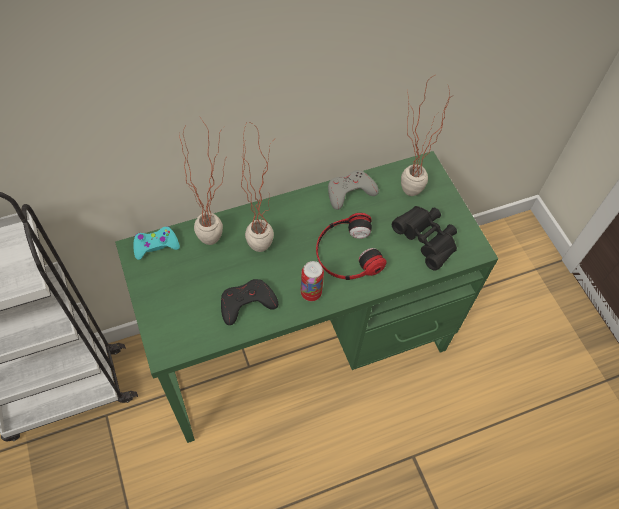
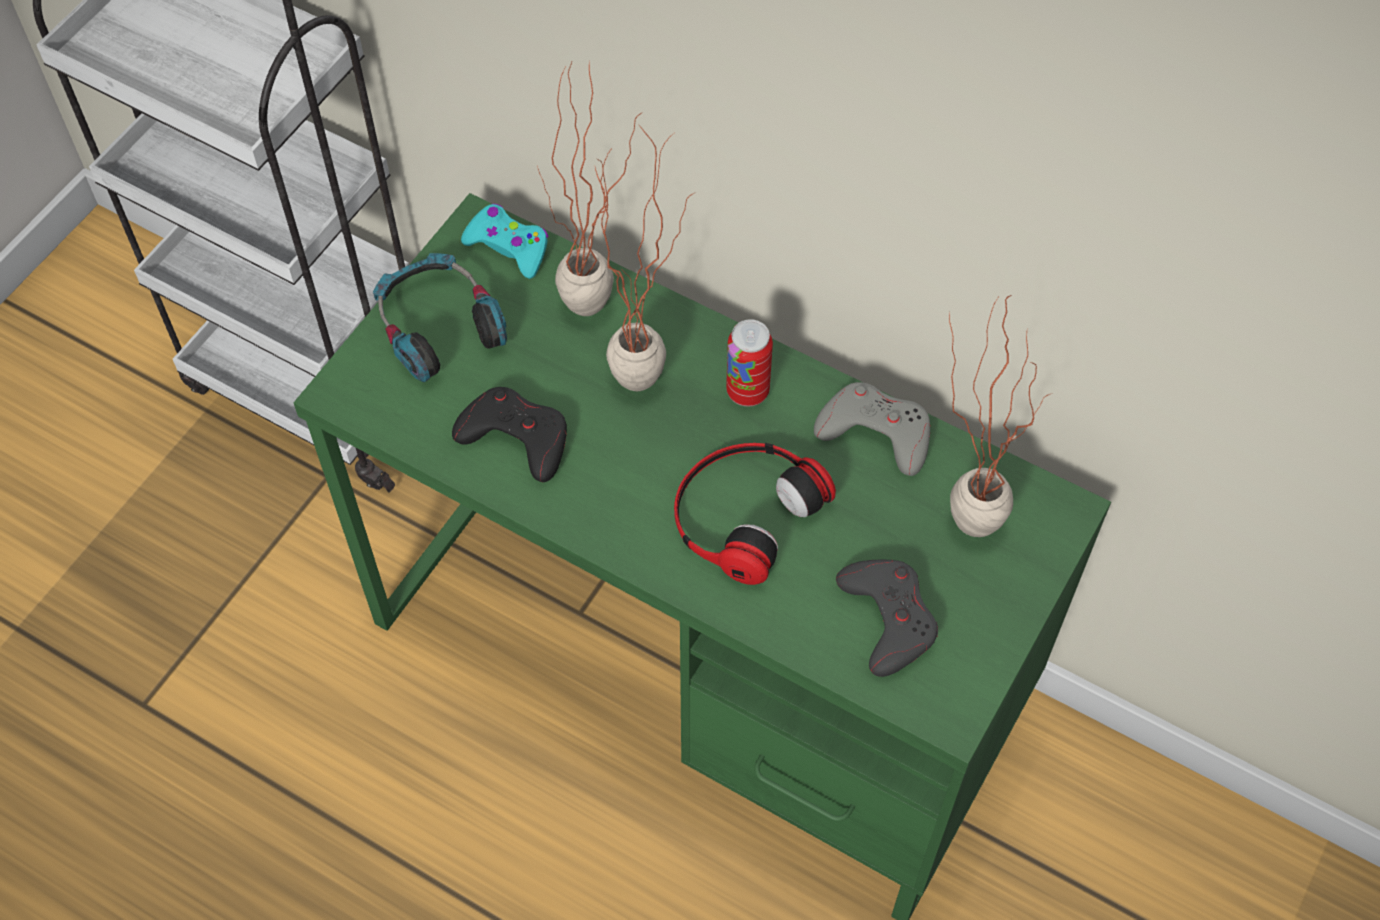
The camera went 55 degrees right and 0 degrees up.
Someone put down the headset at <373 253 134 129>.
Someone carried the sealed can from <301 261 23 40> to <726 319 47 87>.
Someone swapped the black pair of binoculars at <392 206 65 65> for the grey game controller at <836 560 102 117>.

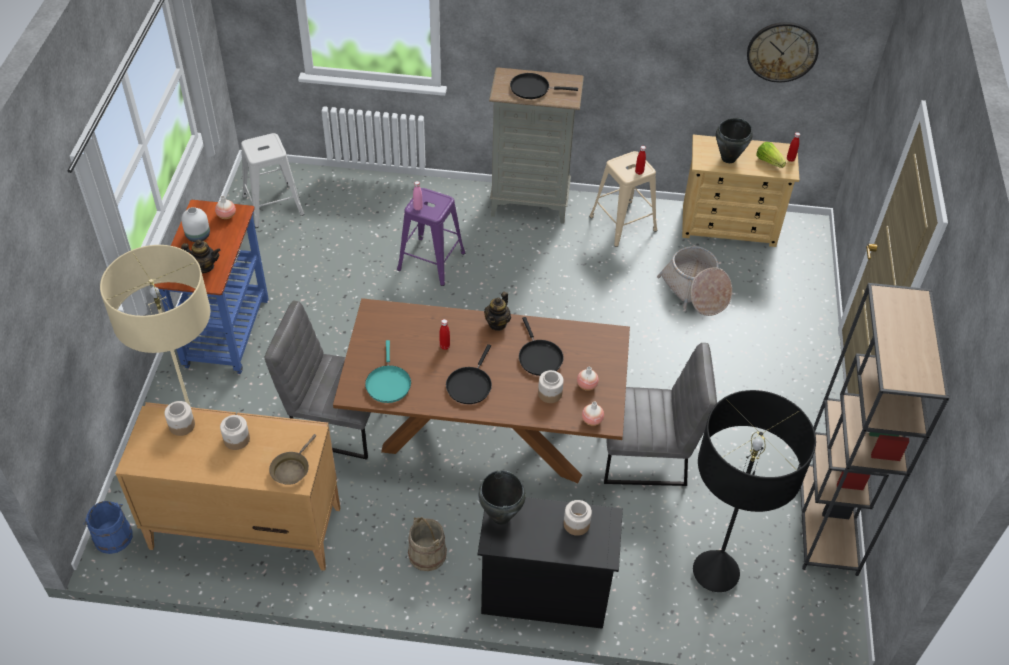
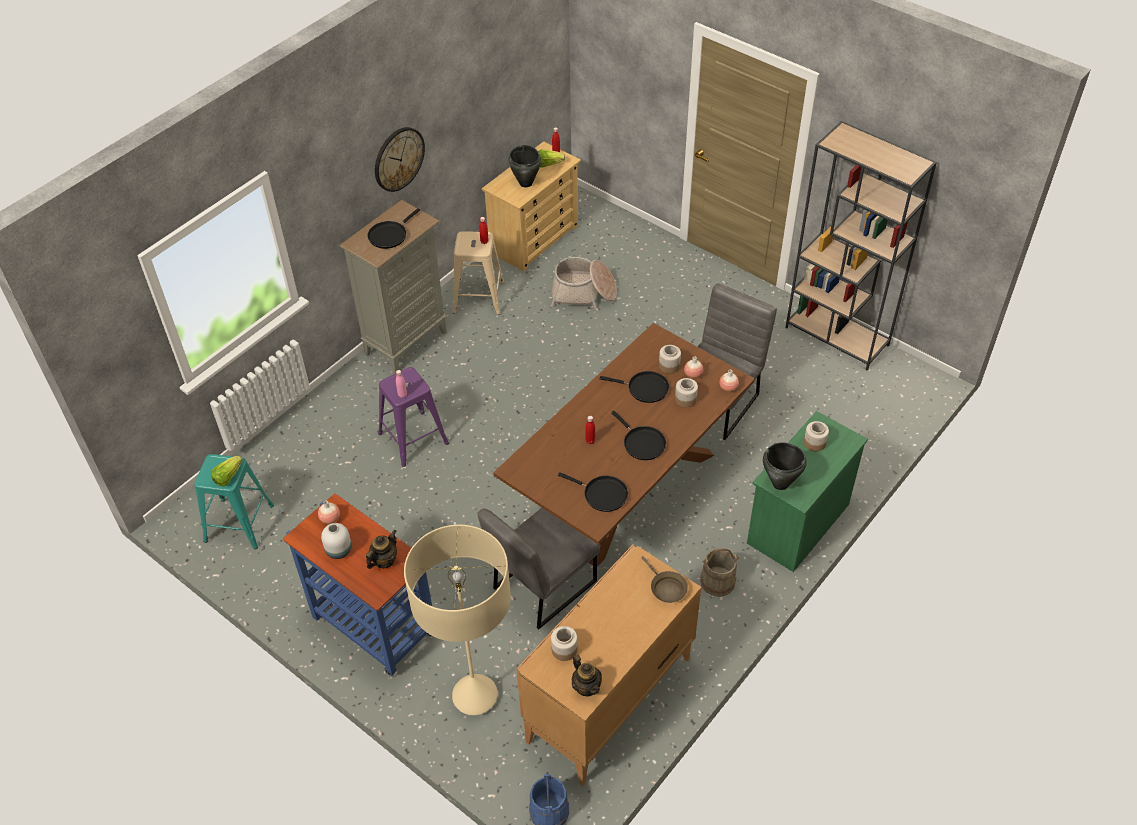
The camera went 55 degrees left and 0 degrees up.
Someone repainted the white-coloured sitting stool at <241 133 63 95>, which became the blue-green sitting stool at <194 454 80 95>.
Someone put down the lettuce head at <211 456 31 31>.
Someone carried the wall clock from <747 22 72 60> to <375 127 50 65>.
Someone repainted the blue-green frying pan at <365 340 46 63>, which became the black frying pan at <558 472 70 40>.
Someone carried the pot for tea from <484 291 27 40> to <572 654 30 42>.
Someone carried the preserve jar from <220 415 30 35> to <659 345 22 29>.
Someone repainted the black drawer chest at <478 497 145 132>, which became the green-coloured drawer chest at <747 411 121 161>.
Someone took away the black standing lamp at <693 390 123 202>.

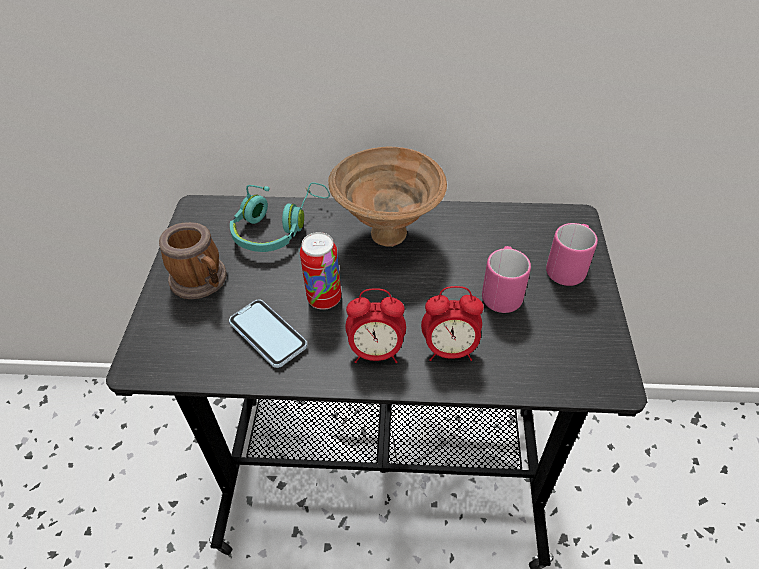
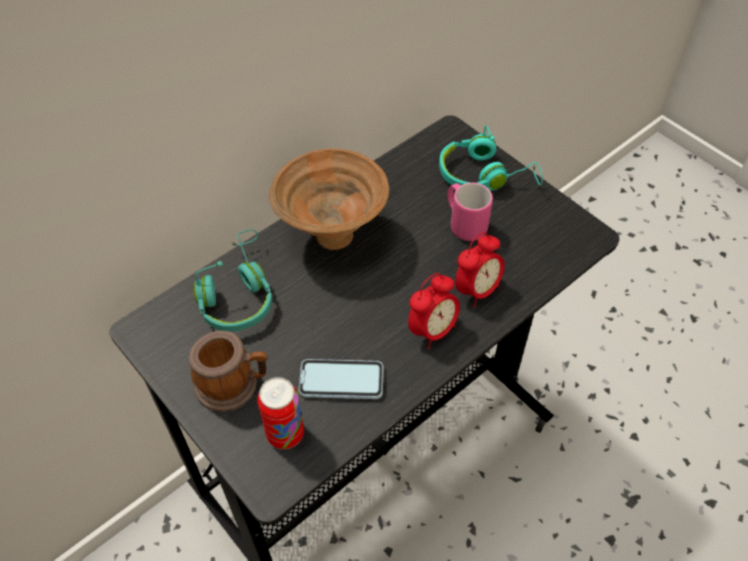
The camera went 45 degrees left and 5 degrees up.
Someone carried the sealed can from <300 232 41 78> to <257 377 47 72>.
Someone swapped the pinkish mug at <546 223 52 63> for the blue-green headset at <439 125 104 66>.

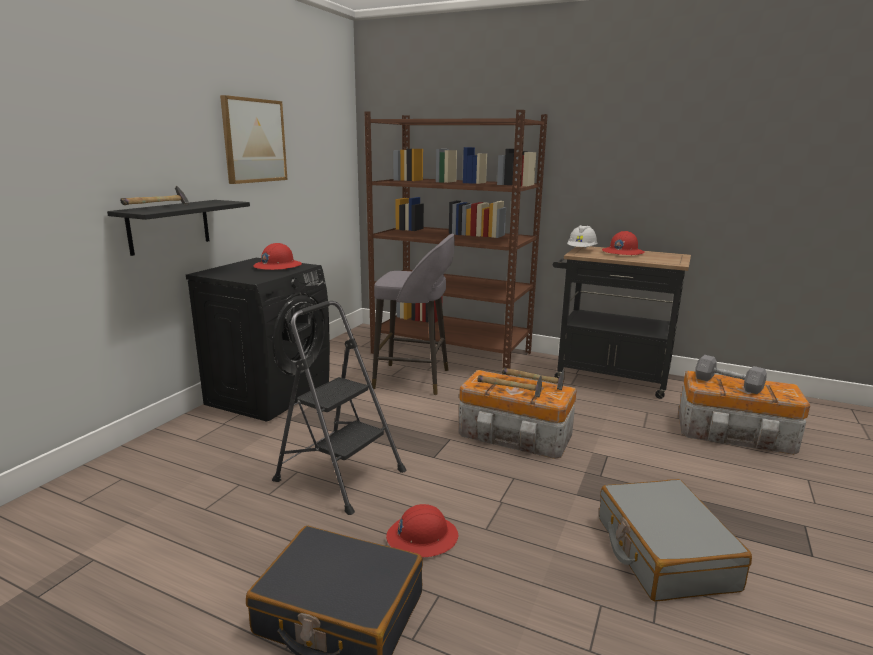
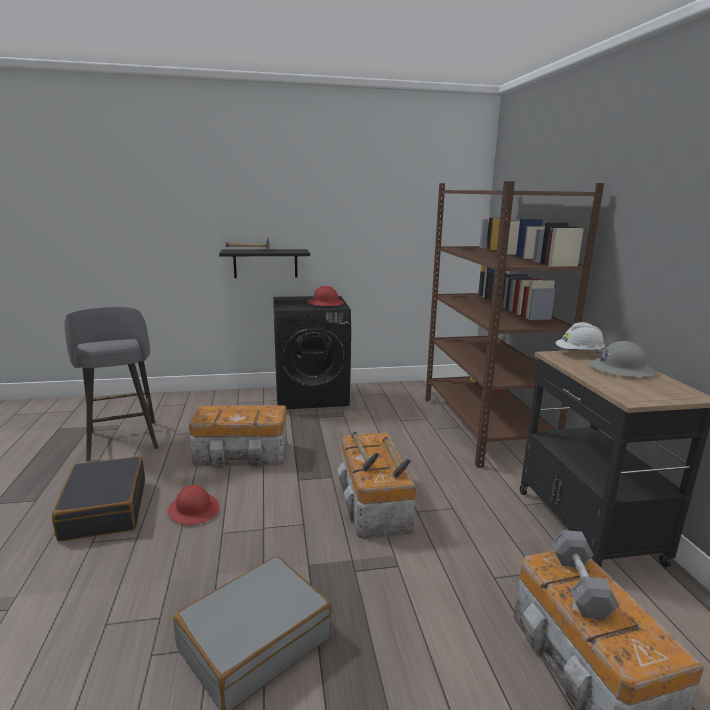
The camera went 55 degrees right and 0 degrees up.
Someone carried the grey sitting stool from <372 234 83 161> to <64 306 95 155>.
Someone swapped the black step stool at <272 301 134 214> for the storage bin at <189 405 98 61>.
Someone repainted the red-coloured safety helmet at <602 231 43 24>, which became the grey safety helmet at <589 341 67 36>.
Someone took away the wall art at <220 95 67 89>.

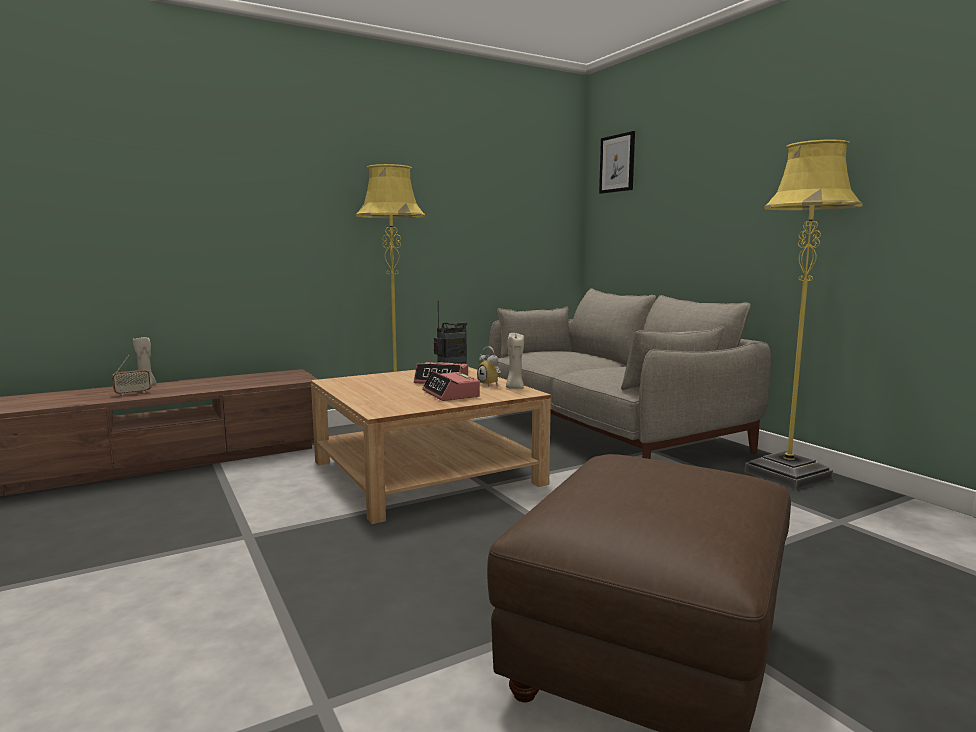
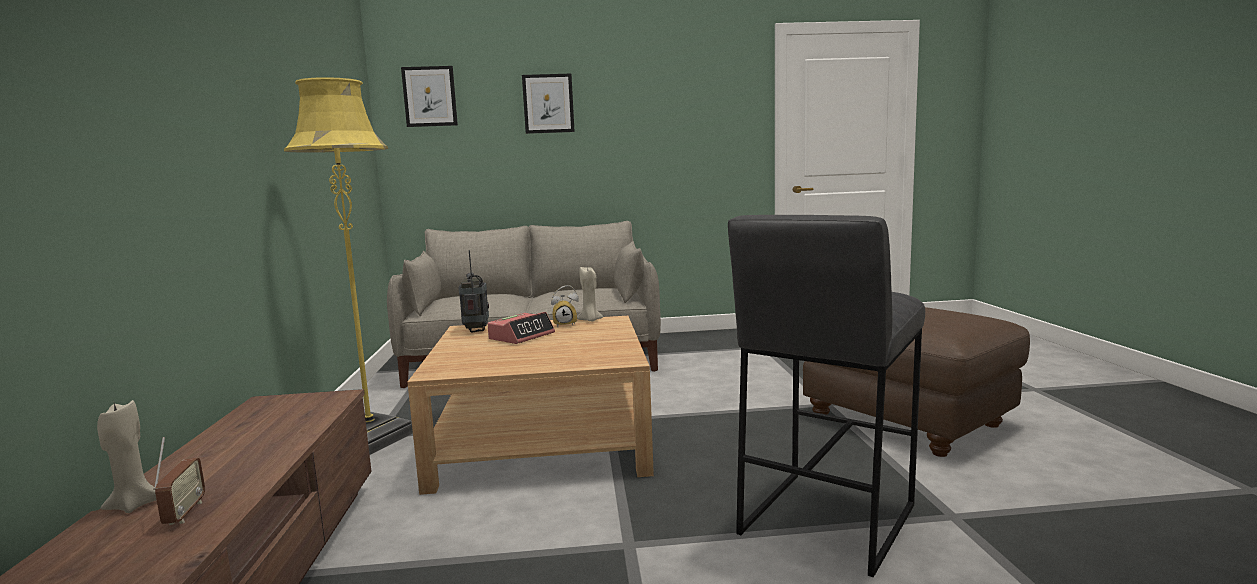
The camera went 65 degrees left and 0 degrees up.
Someone put up the wall art at <522 74 53 60>.
Someone put down the grey sitting stool at <728 215 197 362>.
Someone took away the table clock at <422 371 58 30>.
Someone took away the yellowish standing lamp at <745 139 118 351>.

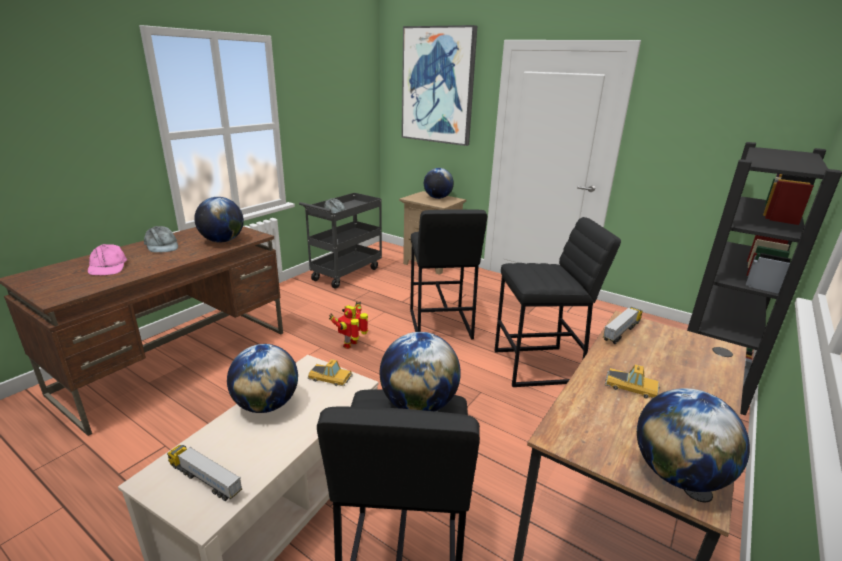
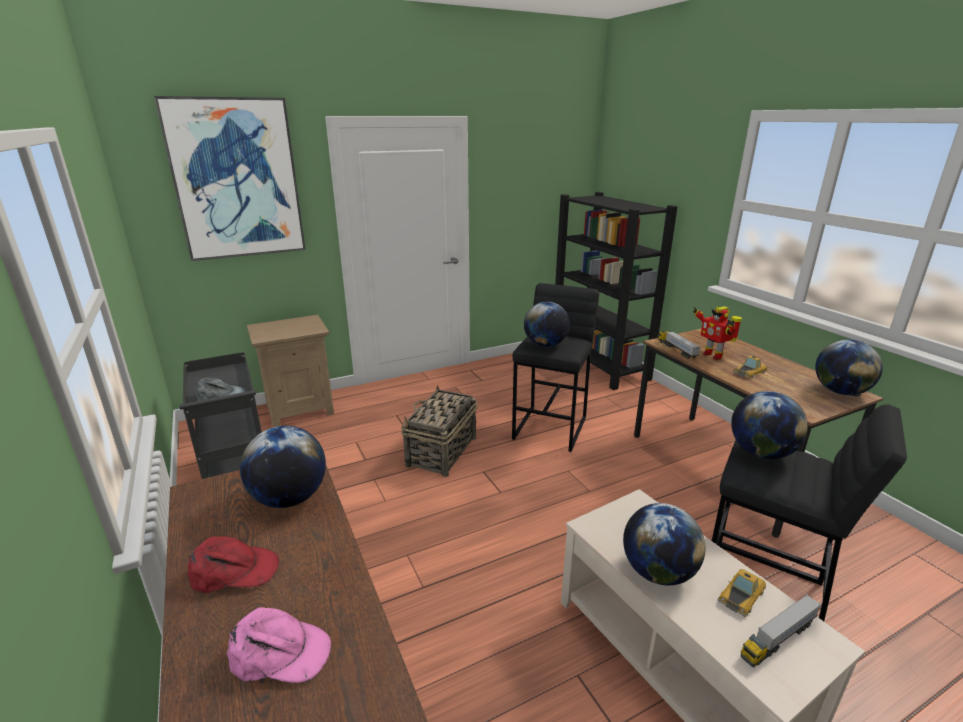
The camera went 60 degrees left and 0 degrees up.
Someone repainted the grey cap at <144 226 34 26>, which became the red-coloured cap at <187 537 92 56>.
Someone swapped the black sitting stool at <410 209 77 131> for the household basket at <401 385 76 92>.
Someone carried the globe from <424 168 30 31> to <524 302 46 45>.
Someone carried the model robot from <329 301 39 48> to <693 306 49 54>.
Someone carried the model car from <308 359 45 27> to <717 569 49 48>.

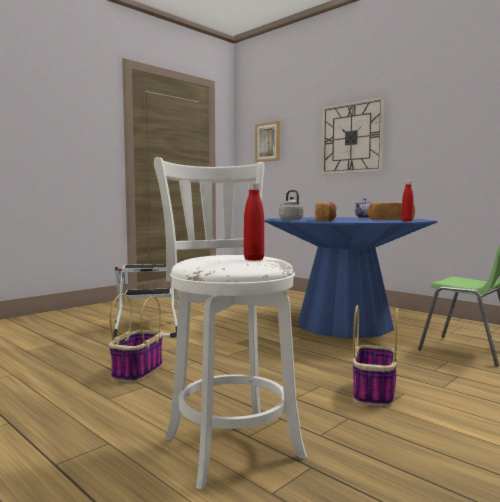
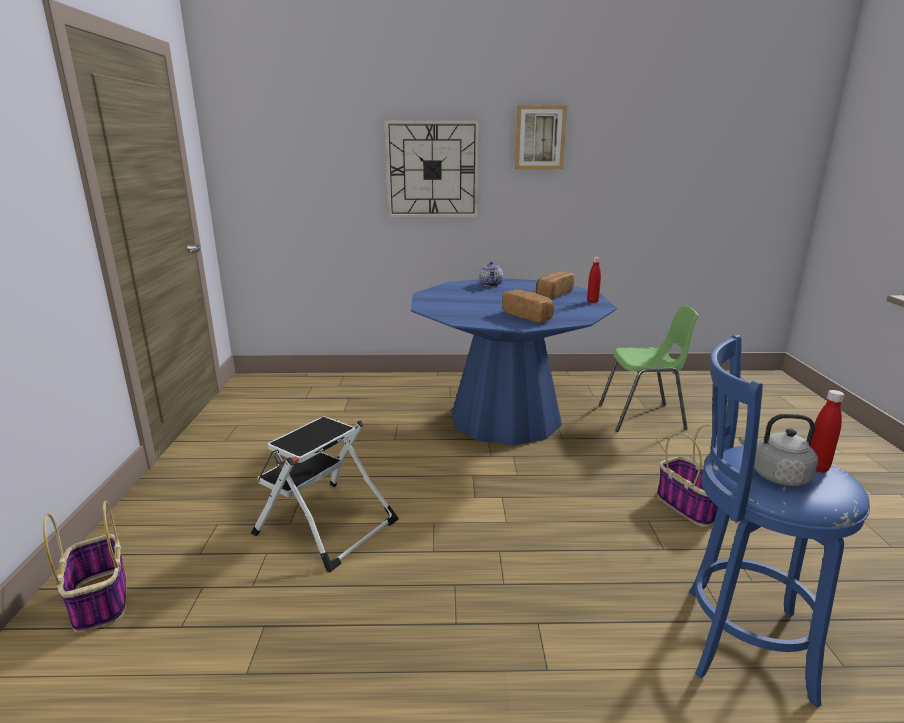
The camera went 45 degrees left and 15 degrees up.
Someone carried the household basket from <109 294 54 89> to <43 501 83 132>.
Someone carried the wall art from <255 121 25 41> to <515 106 52 63>.
Someone repainted the white-coloured sitting stool at <154 157 153 333>, which became the bluish sitting stool at <689 335 181 373>.
Someone carried the grey tea kettle from <279 190 25 30> to <739 414 79 72>.

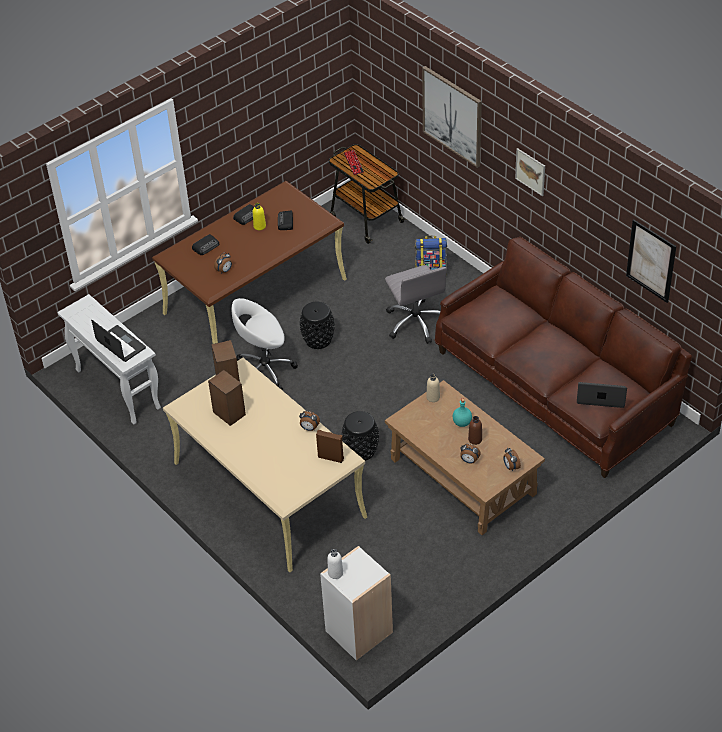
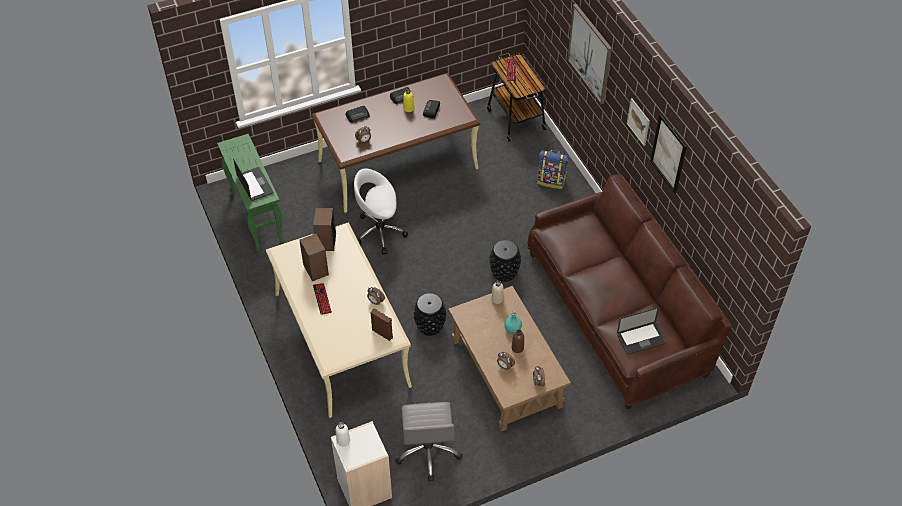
The camera went 15 degrees right and 5 degrees up.
Someone repainted the white-coloured narrow table at <57 294 104 130>, which became the green-coloured narrow table at <217 134 67 118>.
Someone put down the computer keyboard at <313 283 19 32>.
Someone carried the grey desk chair from <385 265 62 79> to <395 402 68 79>.
Someone carried the black sitting stool from <300 302 35 47> to <489 240 32 42>.
Someone rotated the portable computer at <577 382 50 26> by 135 degrees clockwise.
Someone carried the wall art from <626 219 50 84> to <650 114 37 80>.

